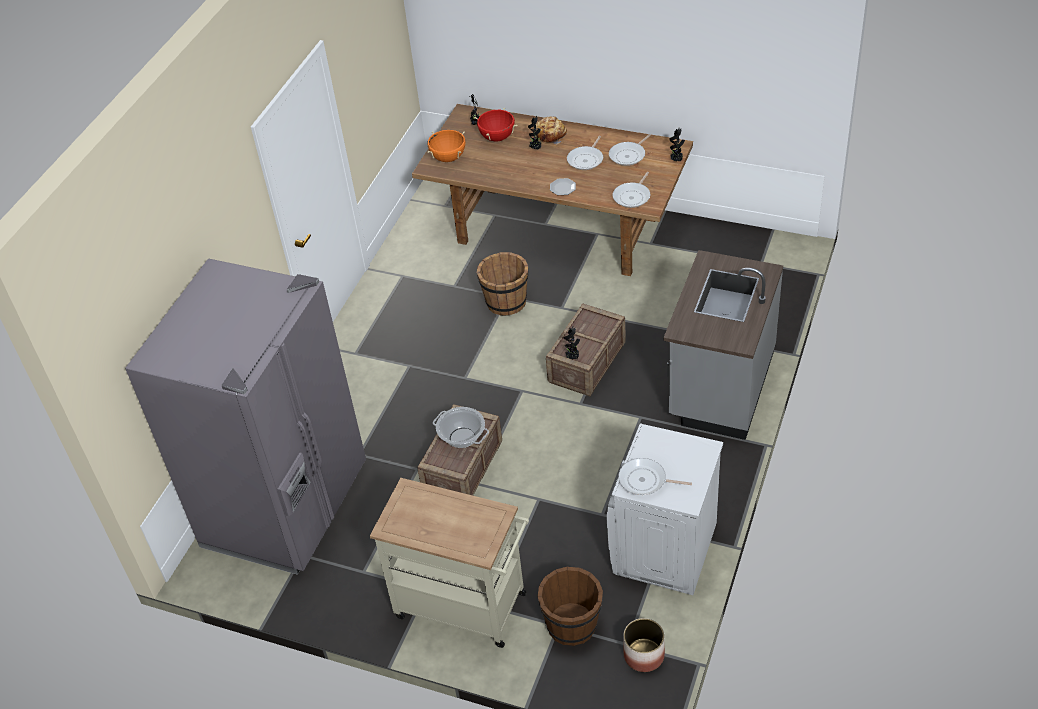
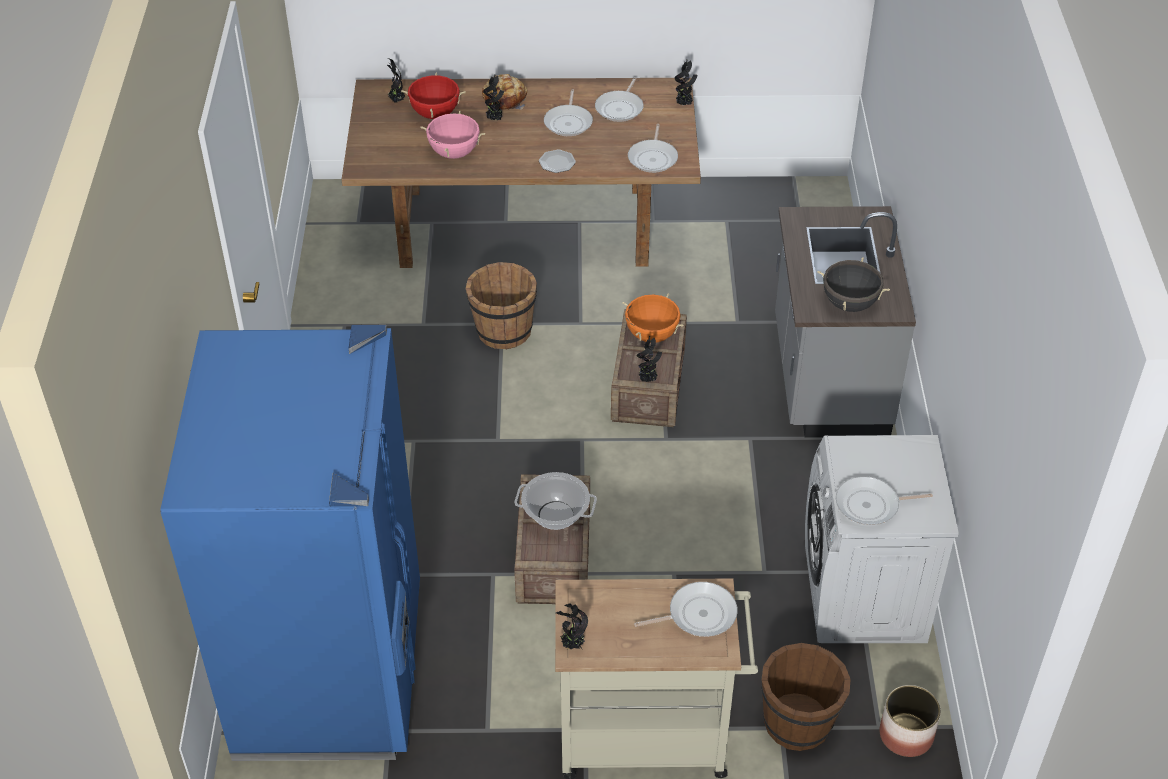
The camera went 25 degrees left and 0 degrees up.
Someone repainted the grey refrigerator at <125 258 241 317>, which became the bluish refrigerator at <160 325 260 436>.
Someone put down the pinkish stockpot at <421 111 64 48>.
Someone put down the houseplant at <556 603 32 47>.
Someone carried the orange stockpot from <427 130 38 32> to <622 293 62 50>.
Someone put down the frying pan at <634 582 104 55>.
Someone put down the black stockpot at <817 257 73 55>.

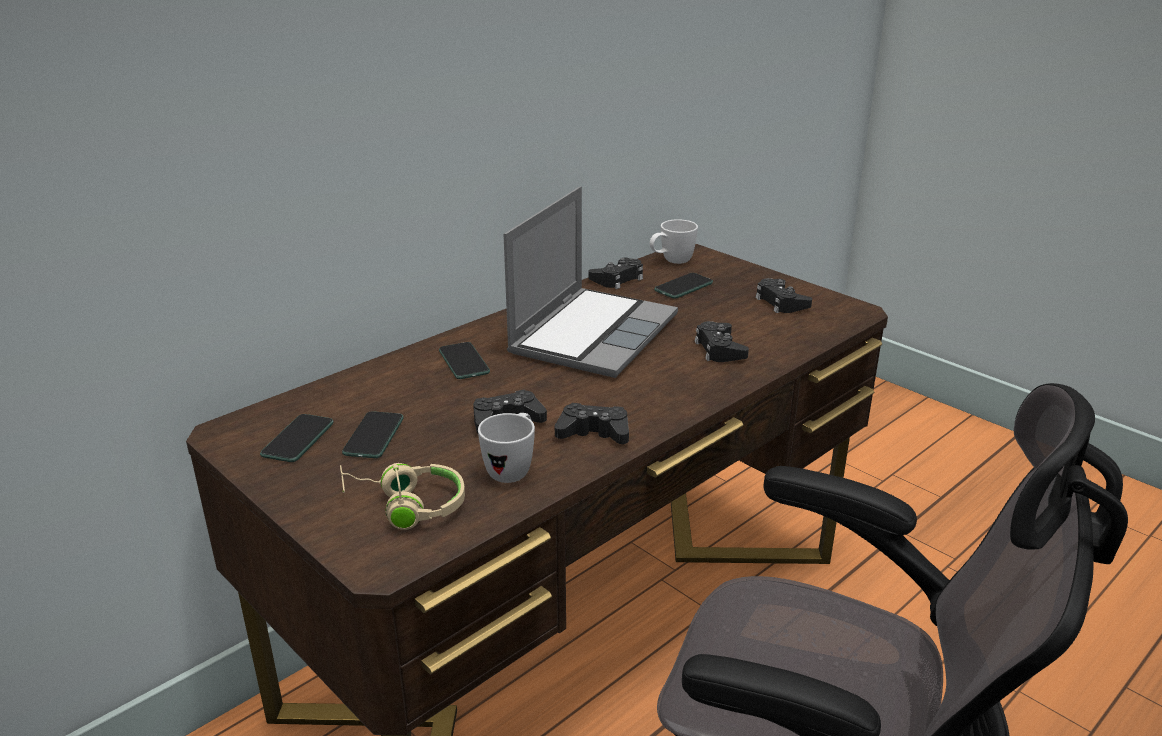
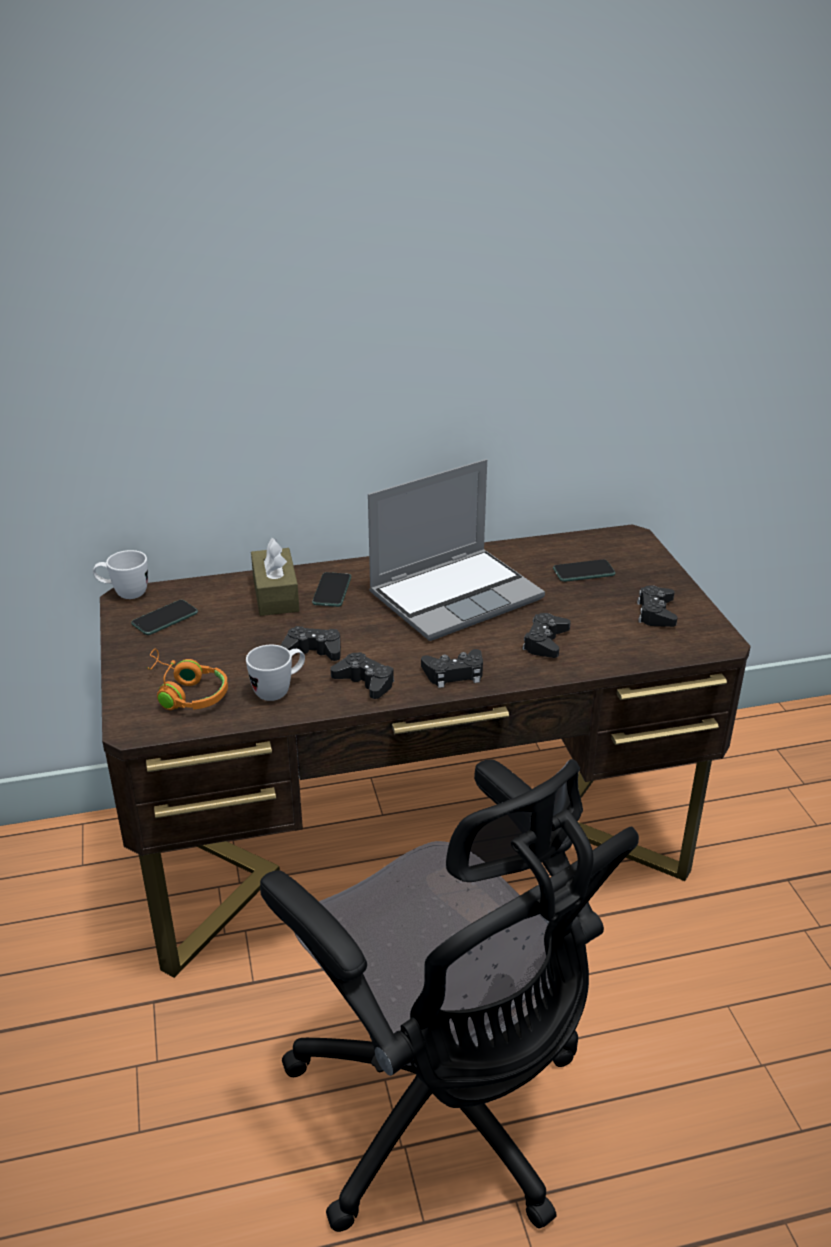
The camera went 30 degrees right and 5 degrees up.
Someone carried the white-coloured mug from <650 219 48 45> to <93 550 55 49>.
Someone repainted the sand-coloured headset at <340 463 125 67>, which became the orange headset at <146 648 82 62>.
Someone put down the brown-coloured tissue box at <251 538 48 78>.
Someone carried the black game controller from <589 258 54 31> to <421 649 62 39>.
Someone took away the telephone at <342 411 62 47>.

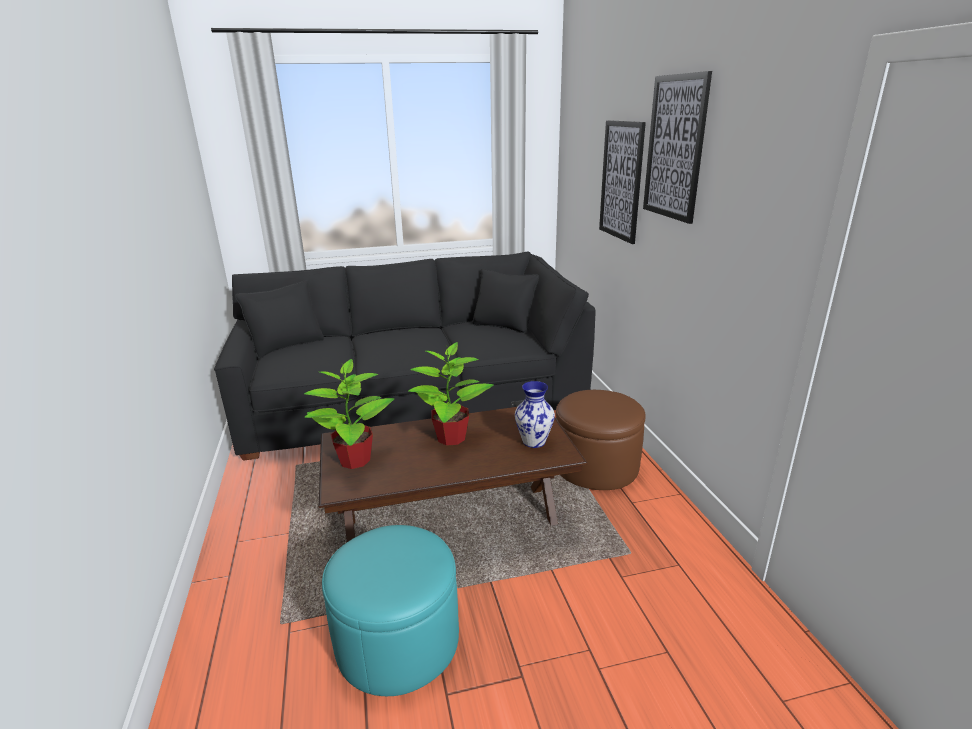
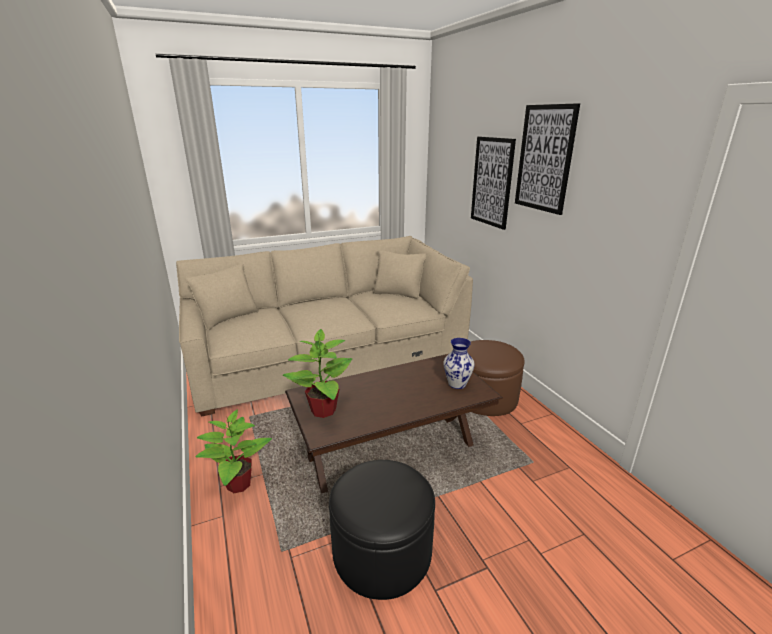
The camera went 10 degrees left and 0 degrees up.
Someone repainted the black couch at <214 252 382 208>, which became the sand-coloured couch at <176 236 297 180>.
Someone carried the houseplant from <408 342 86 104> to <195 409 77 84>.
Someone repainted the blue-green footrest at <322 525 137 171>, which became the black footrest at <329 460 106 140>.

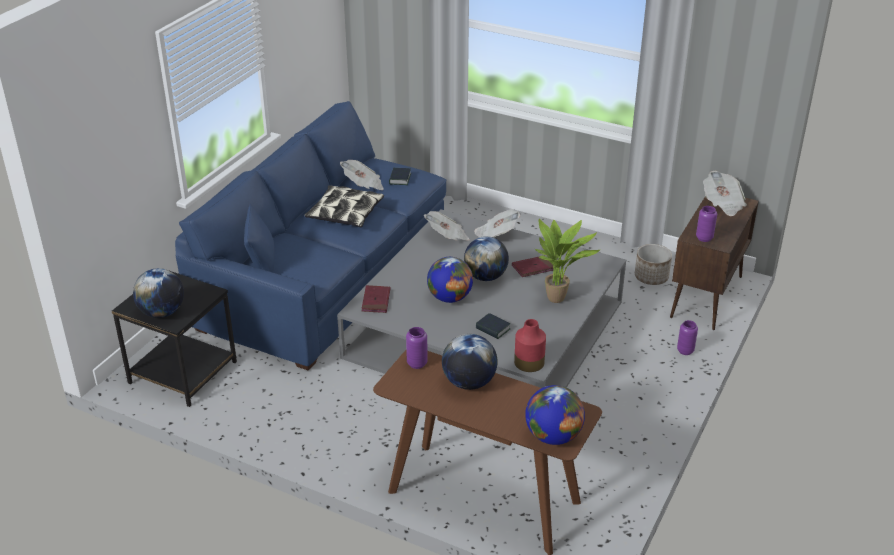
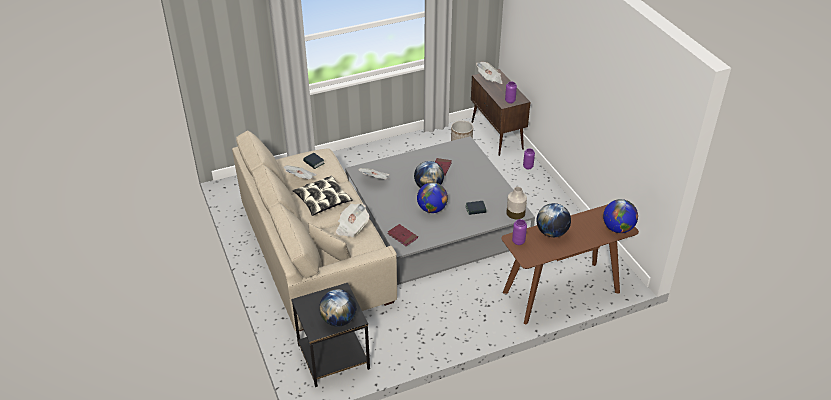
The camera went 50 degrees left and 5 degrees up.
Someone repainted the bluish couch at <175 101 271 270>, which became the sand-coloured couch at <232 130 165 201>.
Someone carried the newspaper from <474 209 46 28> to <335 203 34 35>.
Someone repainted the red-coloured vase at <514 319 32 53>, which became the sand-coloured vase at <506 187 21 32>.
Someone took away the houseplant at <535 219 65 84>.

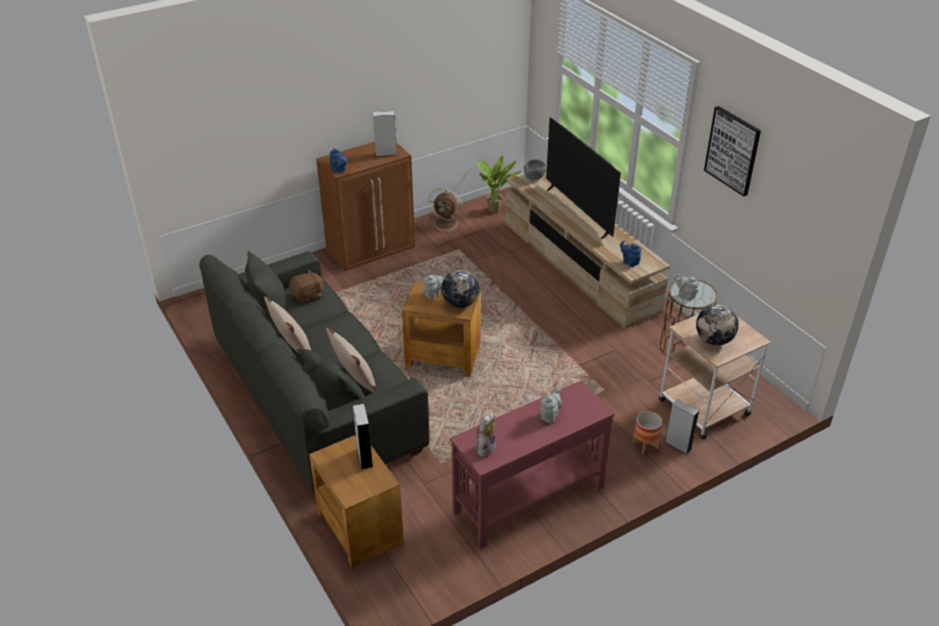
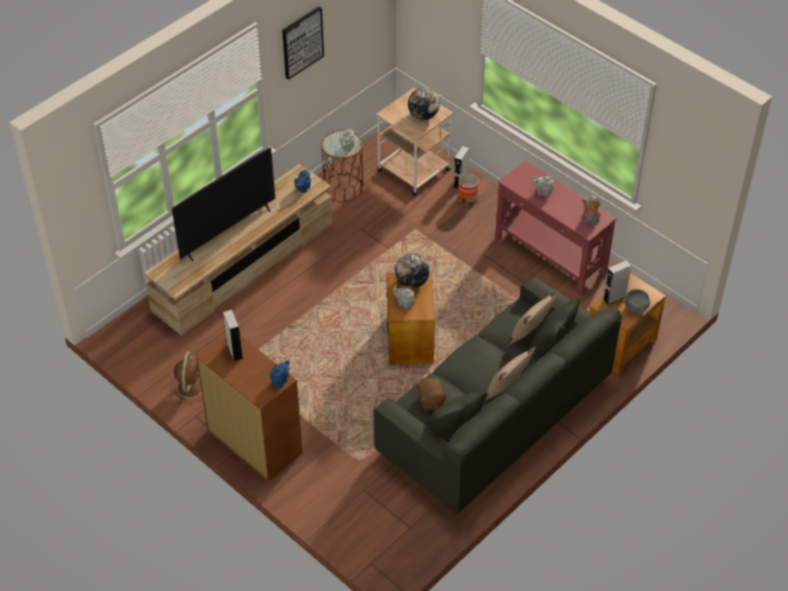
The camera went 105 degrees left and 10 degrees up.
Someone rotated the brown-coloured cuddly toy at <289 270 36 34> by 150 degrees counterclockwise.
Someone carried the grey bowl from <524 160 22 20> to <625 289 25 24>.
Someone took away the houseplant at <476 155 45 58>.

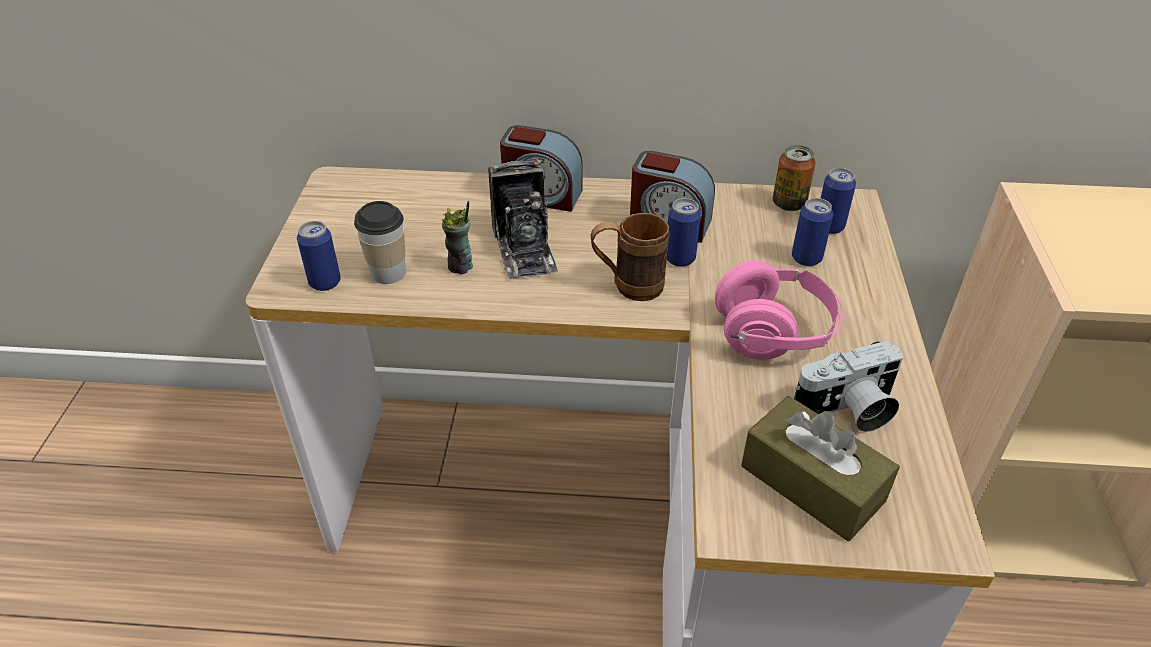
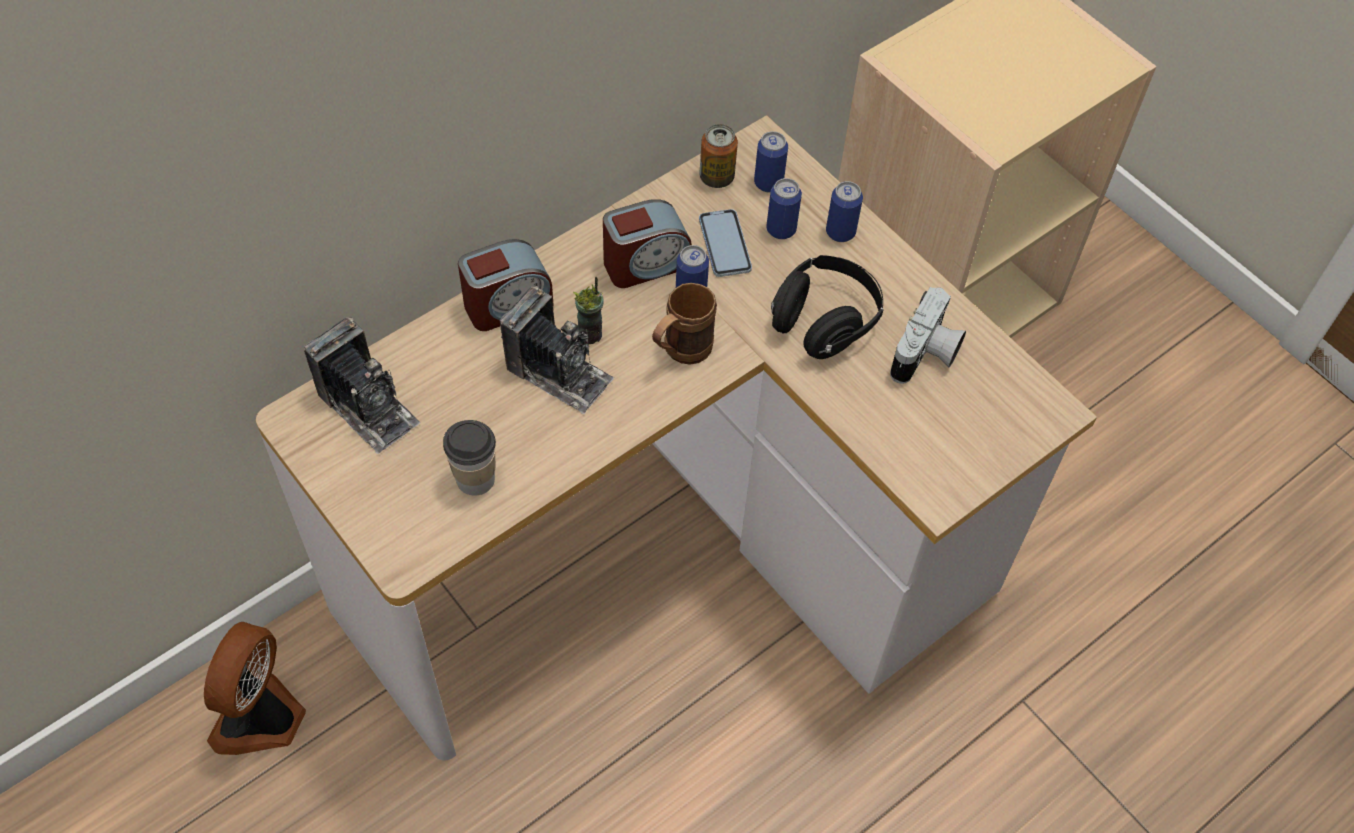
The camera went 45 degrees left and 15 degrees up.
Someone put down the cooling fan at <204 622 102 133>.
Someone put down the still camera at <304 317 117 137>.
Someone carried the small cup from <441 201 32 74> to <573 276 30 68>.
Someone put down the telephone at <699 209 53 68>.
Someone repainted the pinkish headset at <715 260 128 100>, which became the black headset at <771 255 113 104>.
Someone carried the sealed can from <297 221 44 70> to <826 181 37 61>.
Someone took away the brown-coloured tissue box at <741 396 159 145>.

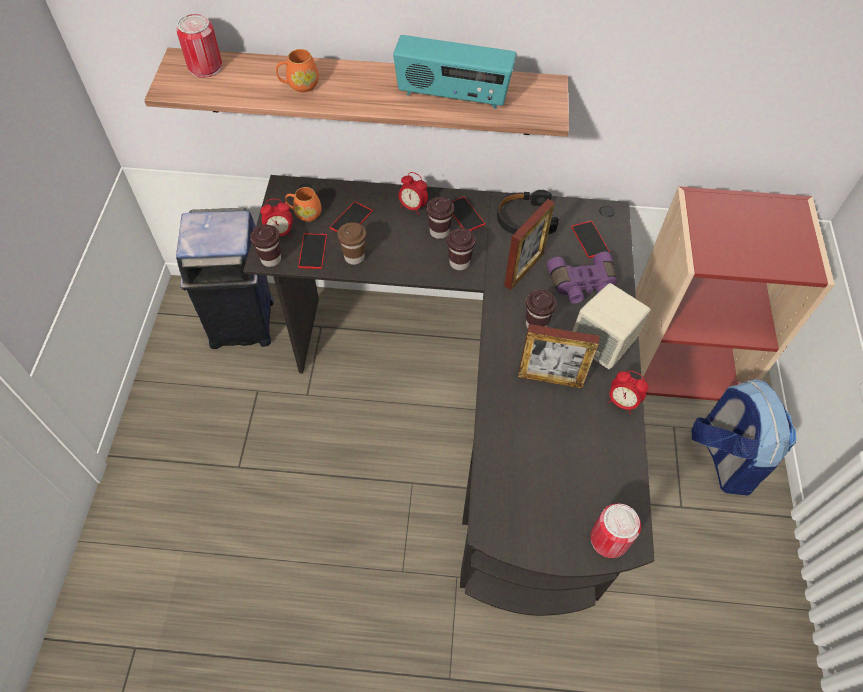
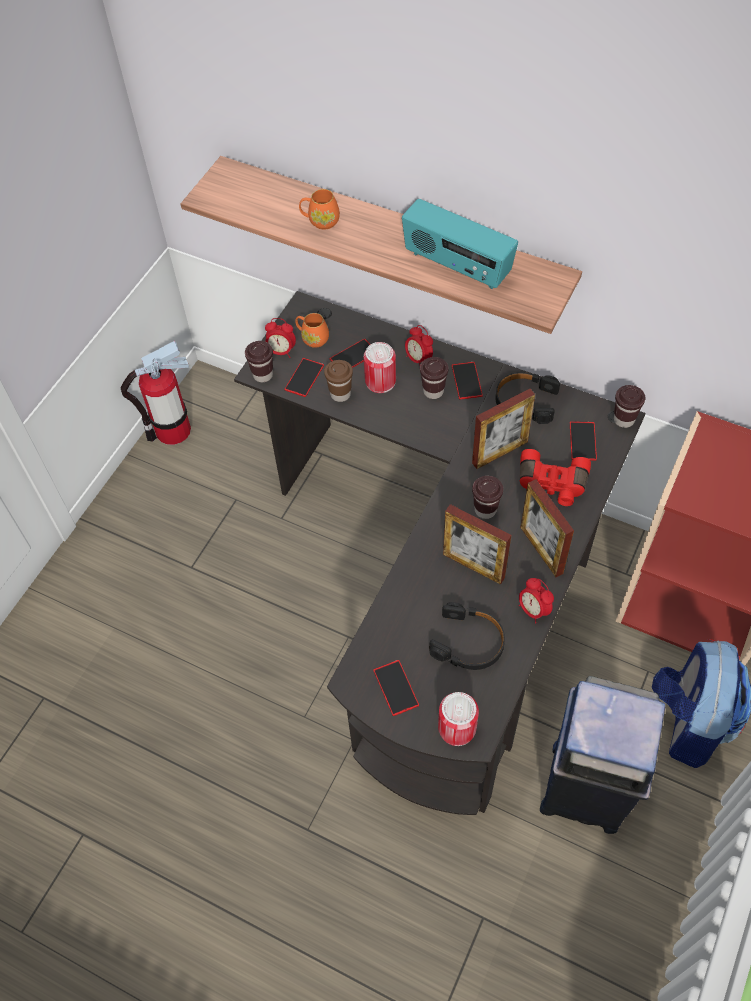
The camera went 25 degrees right and 0 degrees up.
Someone put down the fire extinguisher at <121 341 70 104>.
Someone carried the sealed can from <176 14 46 64> to <364 342 32 51>.
Someone put down the telephone at <373 660 46 56>.
Someone put down the black headset at <429 602 76 68>.
Someone repainted the purplish pair of binoculars at <547 251 70 52>, which became the red-coloured pair of binoculars at <520 449 71 57>.
Someone swapped the sand-coloured speaker at <573 283 77 86> for the picture frame at <521 479 53 98>.
Someone carried the bluish rubbish bin from <176 208 98 141> to <540 676 125 158>.
Someone carried the brown-coloured small cup from <447 228 29 42> to <614 385 31 43>.

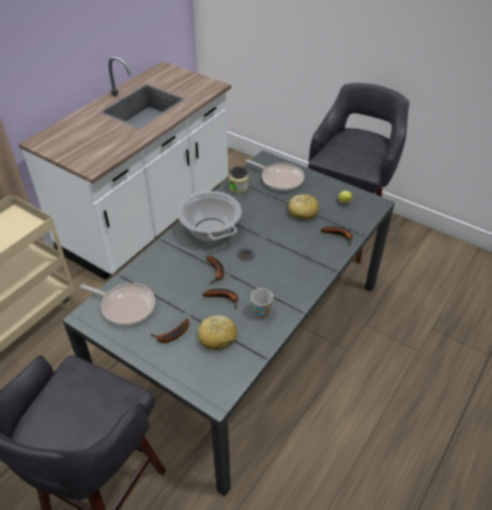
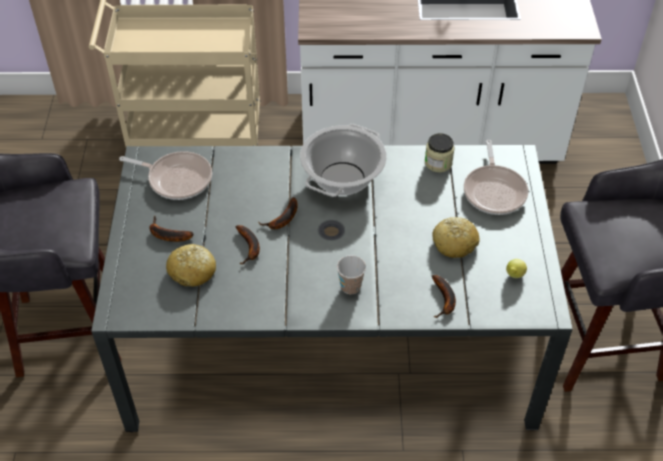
The camera went 55 degrees right and 5 degrees up.
Someone rotated the frying pan at <80 283 75 43> by 60 degrees counterclockwise.
Someone carried the small cup from <251 288 22 31> to <337 255 29 39>.

